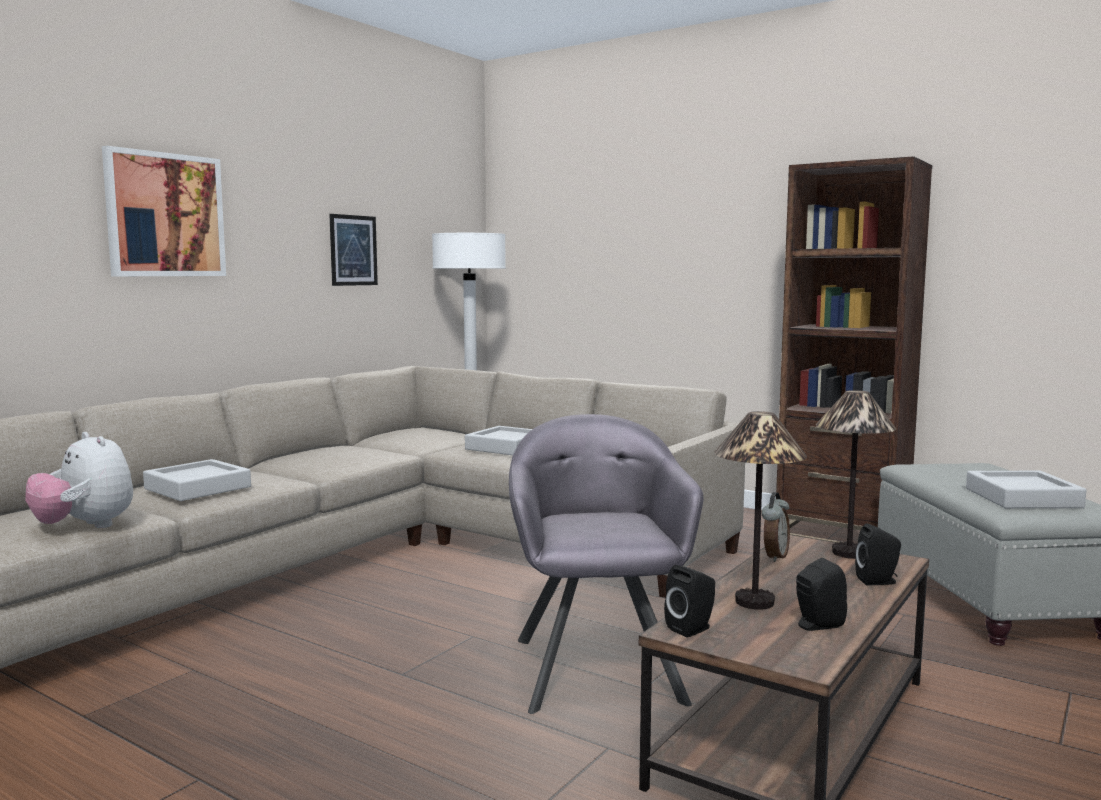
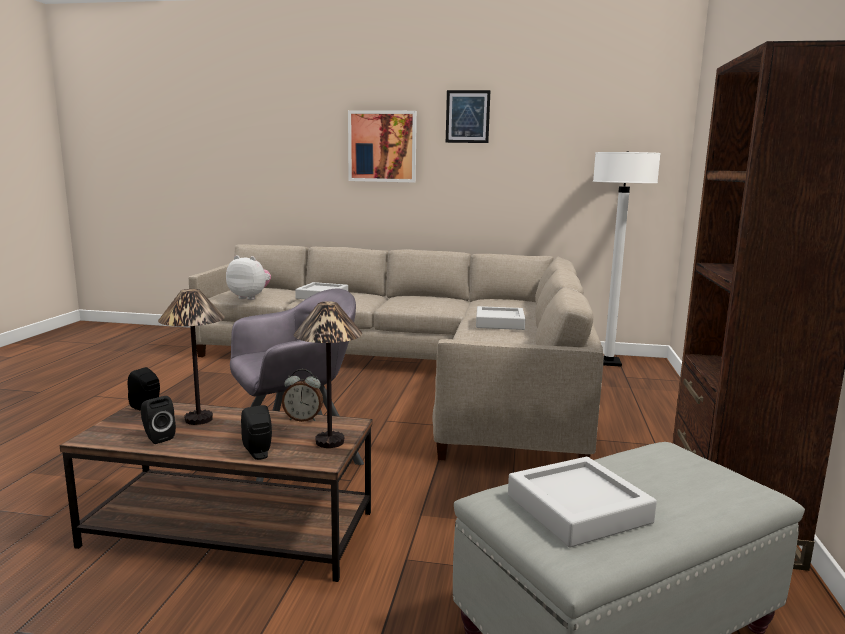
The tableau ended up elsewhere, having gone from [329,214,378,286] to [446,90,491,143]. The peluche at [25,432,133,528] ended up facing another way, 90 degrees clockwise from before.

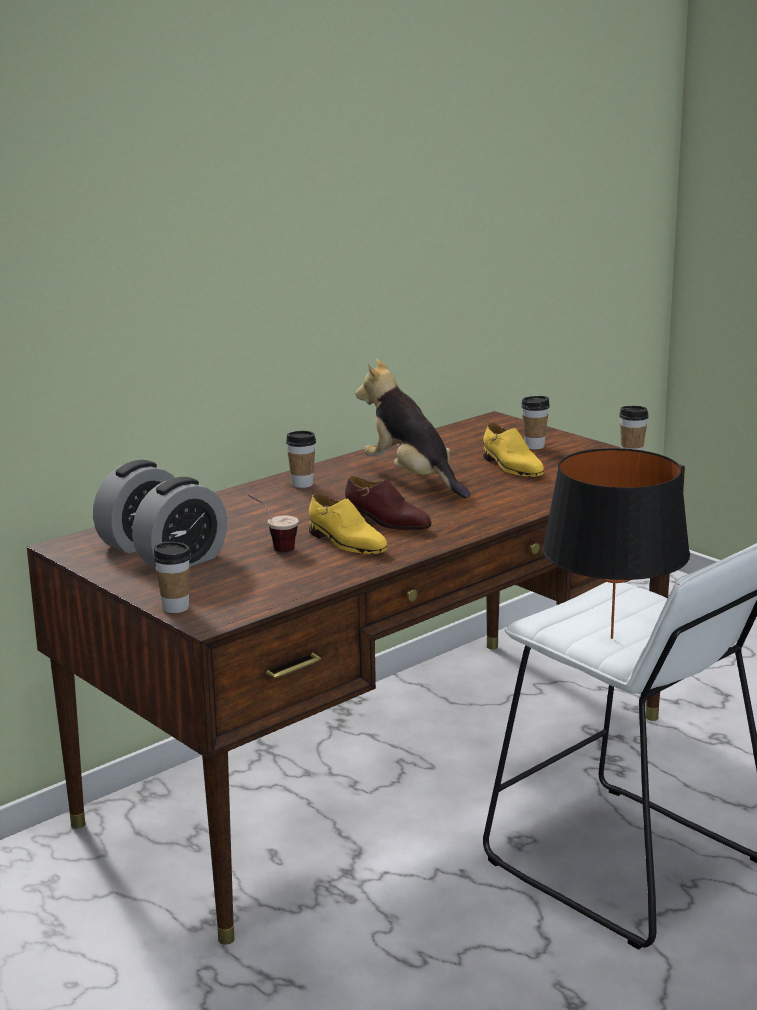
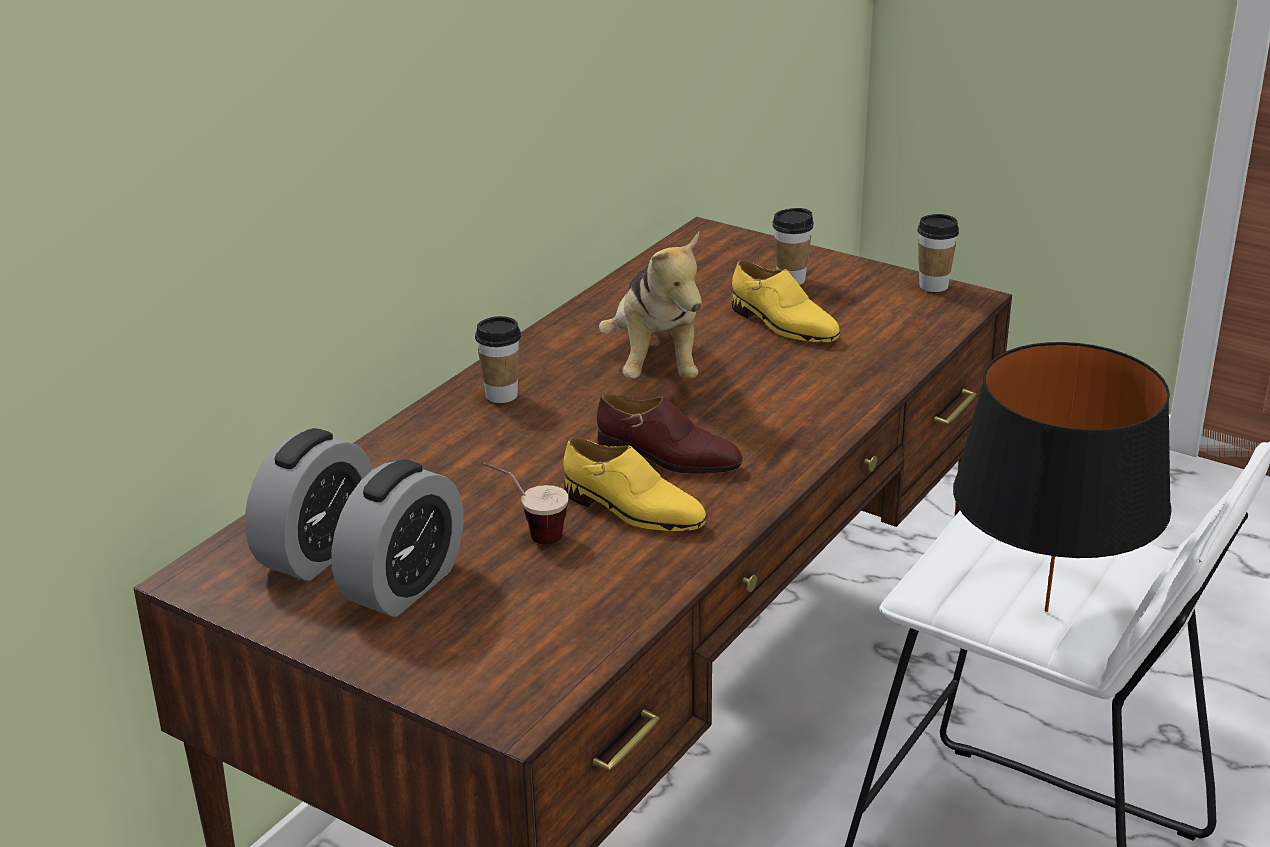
The second view lost the tasse at [153,542,191,613]. The peluche at [355,359,470,498] ended up facing another way, 135 degrees counterclockwise from before.

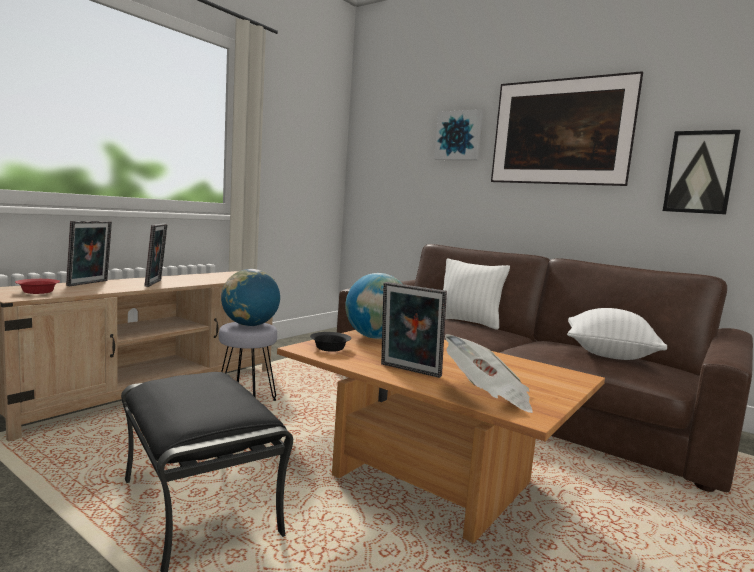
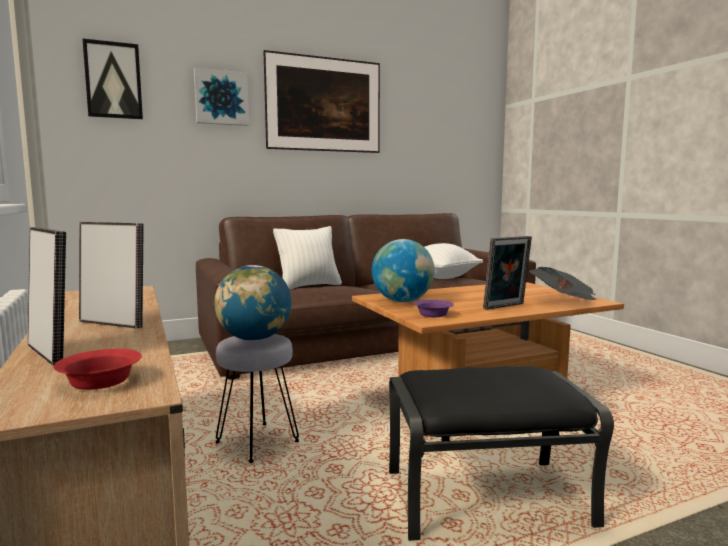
The tableau ended up elsewhere, having gone from [663,130,741,215] to [82,38,143,119]. What was the bol/noir at [310,332,351,352] turned into the bol/violet at [413,300,454,317].

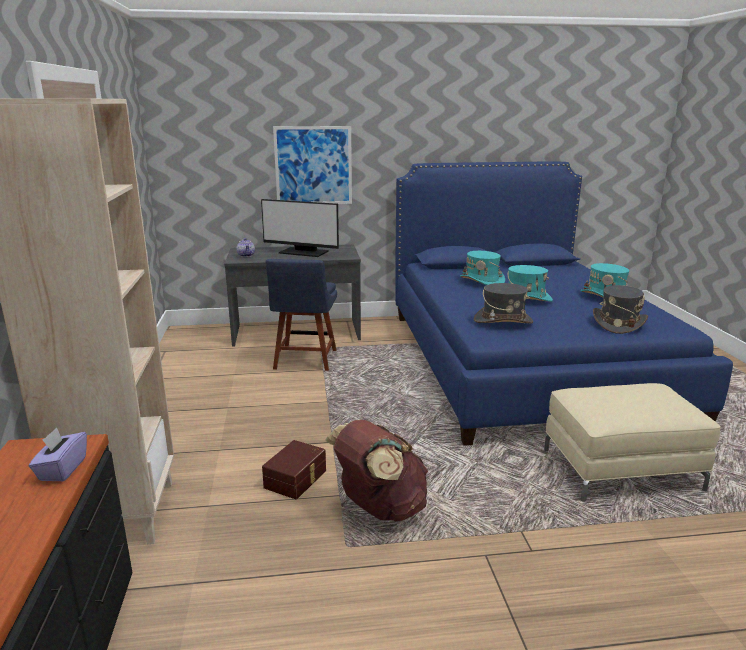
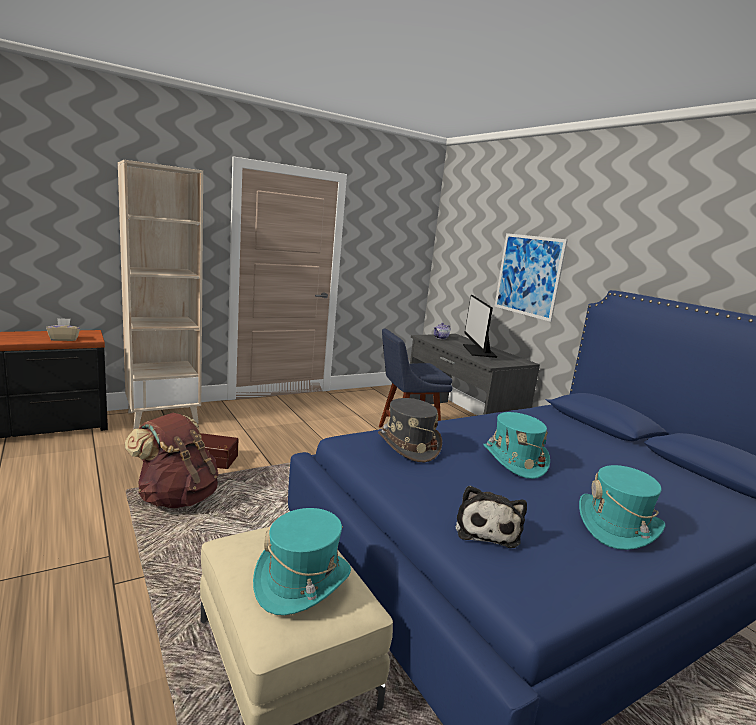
The chapeau/turquoise ended up elsewhere, having gone from [460,251,505,285] to [253,508,351,615]. Where the chapeau/gris stood at [593,285,648,334], the peluche came to stand at [456,486,527,548]. What was the boîte à mouchoirs/violet at [29,427,87,481] turned into the boîte à mouchoirs/beige at [46,318,80,341].

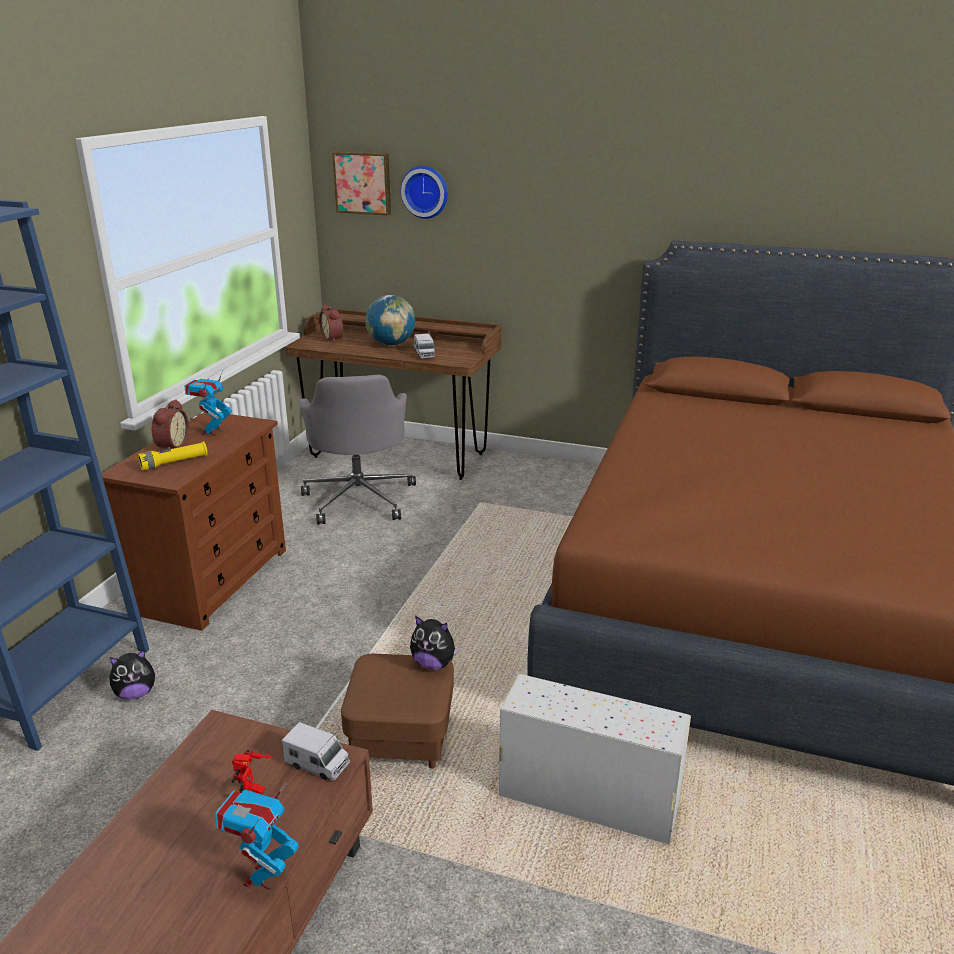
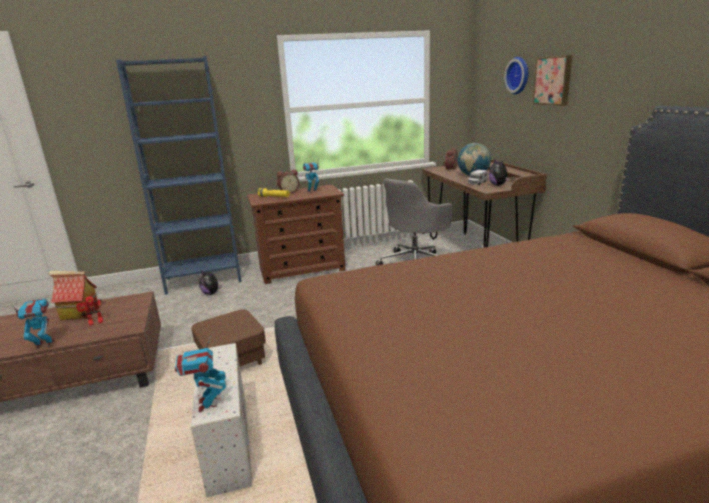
The second view lost the camion jouet at [282,722,350,781]. The second view gained the maison miniature at [49,271,99,320]. The second view gained the robot jouet at [175,335,226,412]. The tableau ended up elsewhere, having gone from [332,151,391,216] to [532,55,572,106]. The peluche ended up elsewhere, having gone from [410,616,462,670] to [489,159,510,186].

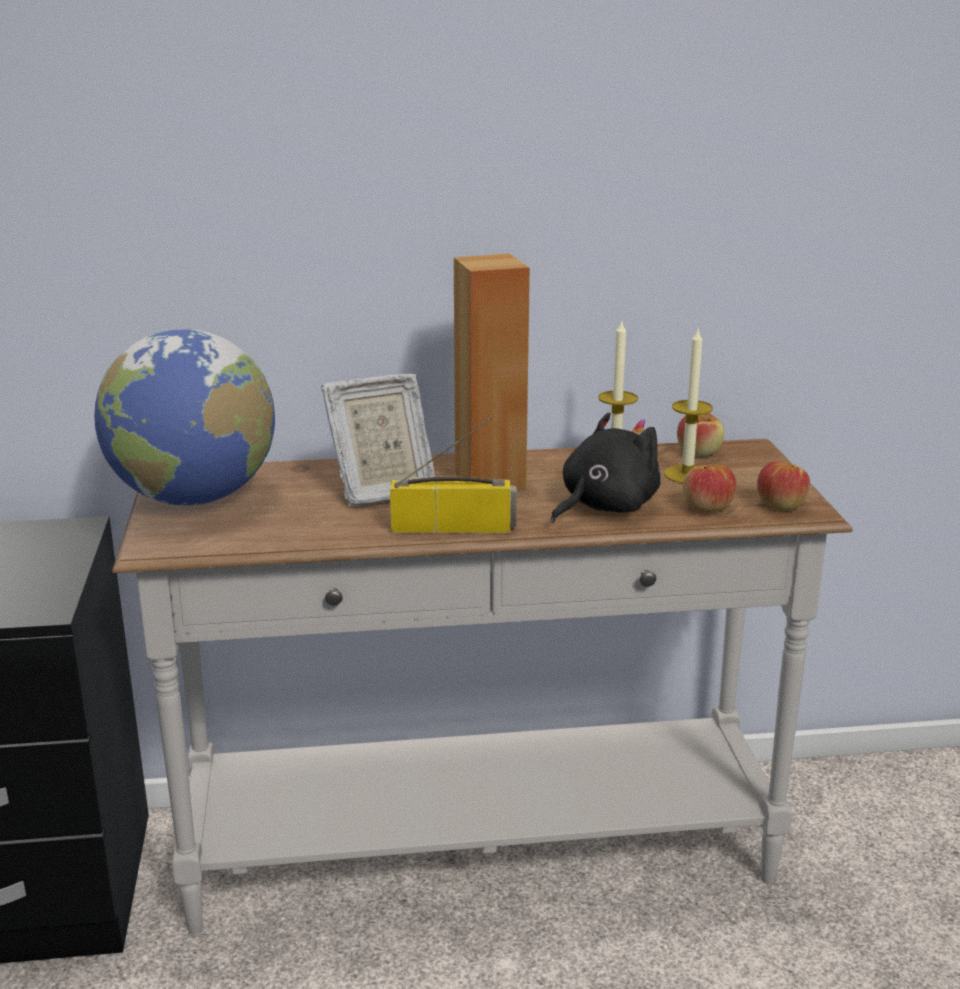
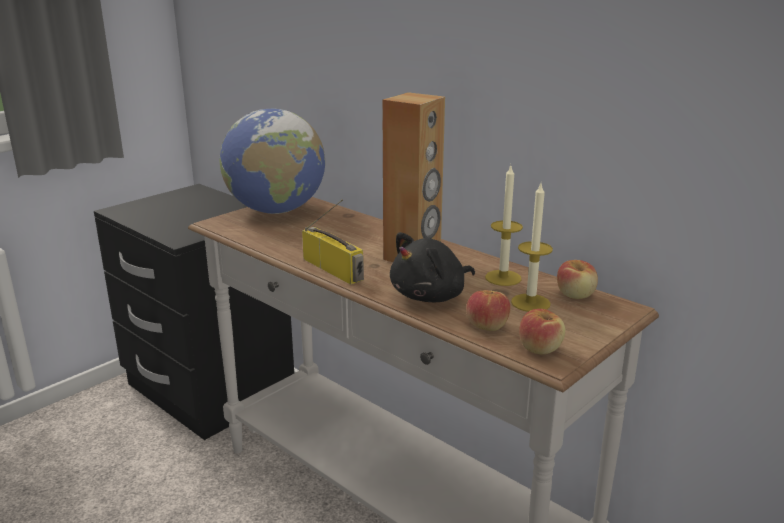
The second view lost the cadre photo at [321,374,435,507]. The peluche/noir at [551,413,660,523] ended up facing another way, 135 degrees clockwise from before.

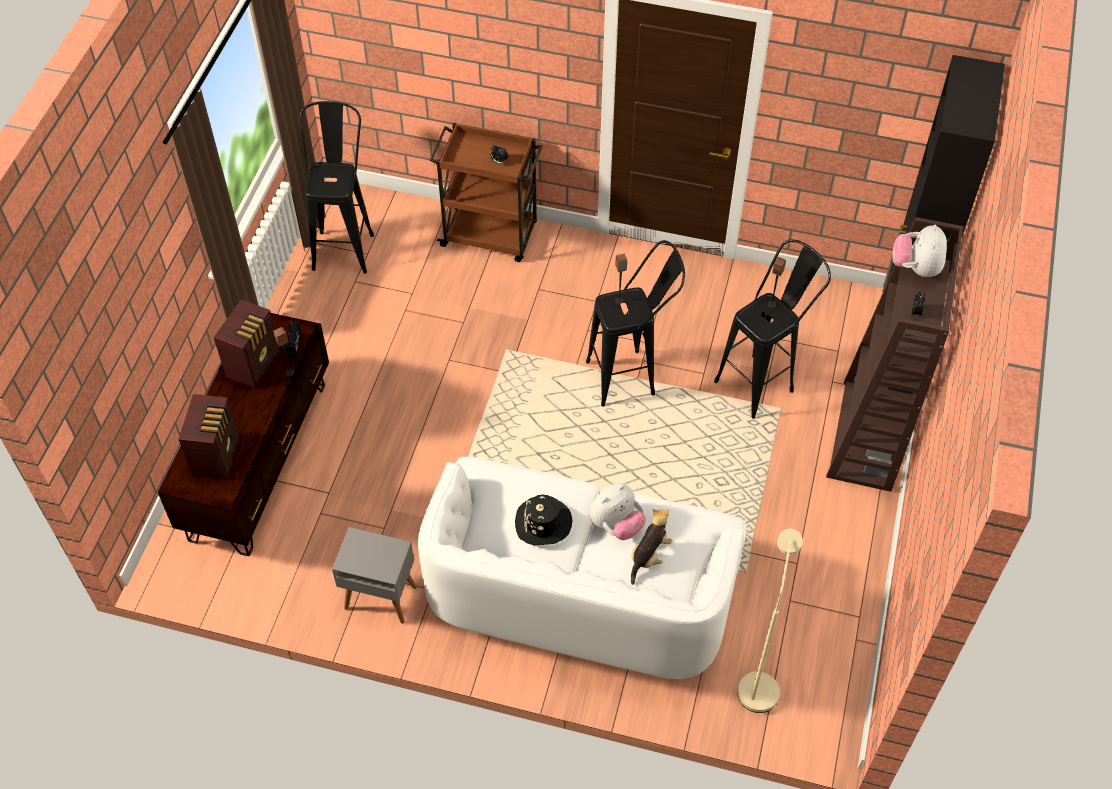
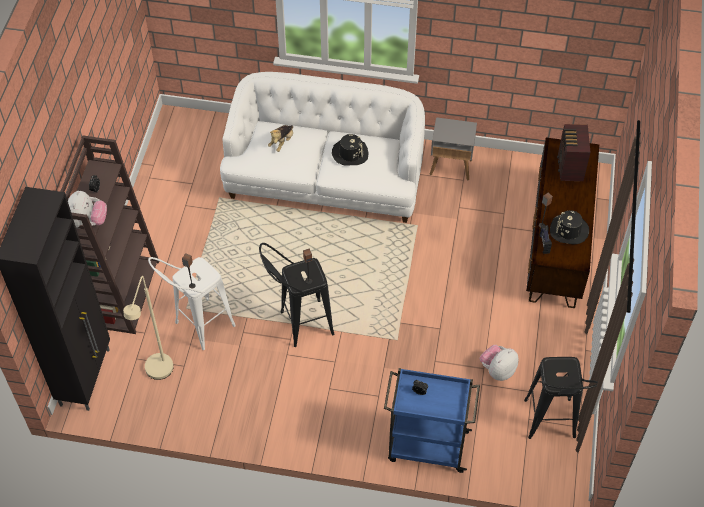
The peluche ended up elsewhere, having gone from [589,483,646,540] to [480,345,519,381]. The lampadaire/beige ended up elsewhere, having gone from [737,529,803,713] to [123,276,174,380]. Where the radio stood at [214,300,280,387], the chapeau/noir came to stand at [550,210,589,245]. What was the chariot/marron at [430,123,543,262] turned into the chariot/bleu at [384,368,480,473]. What was the tabouret/noir at [714,239,831,419] turned into the tabouret/blanc at [148,257,236,350].

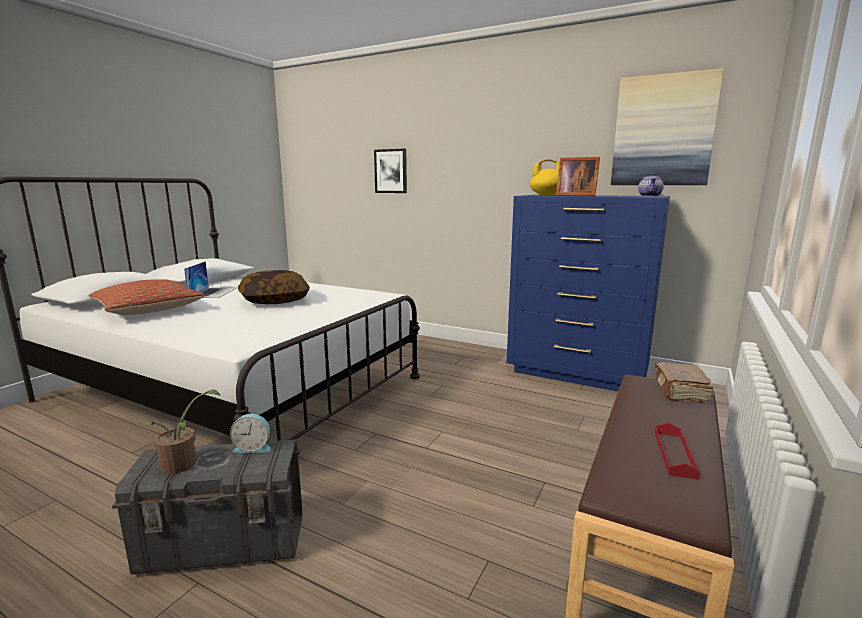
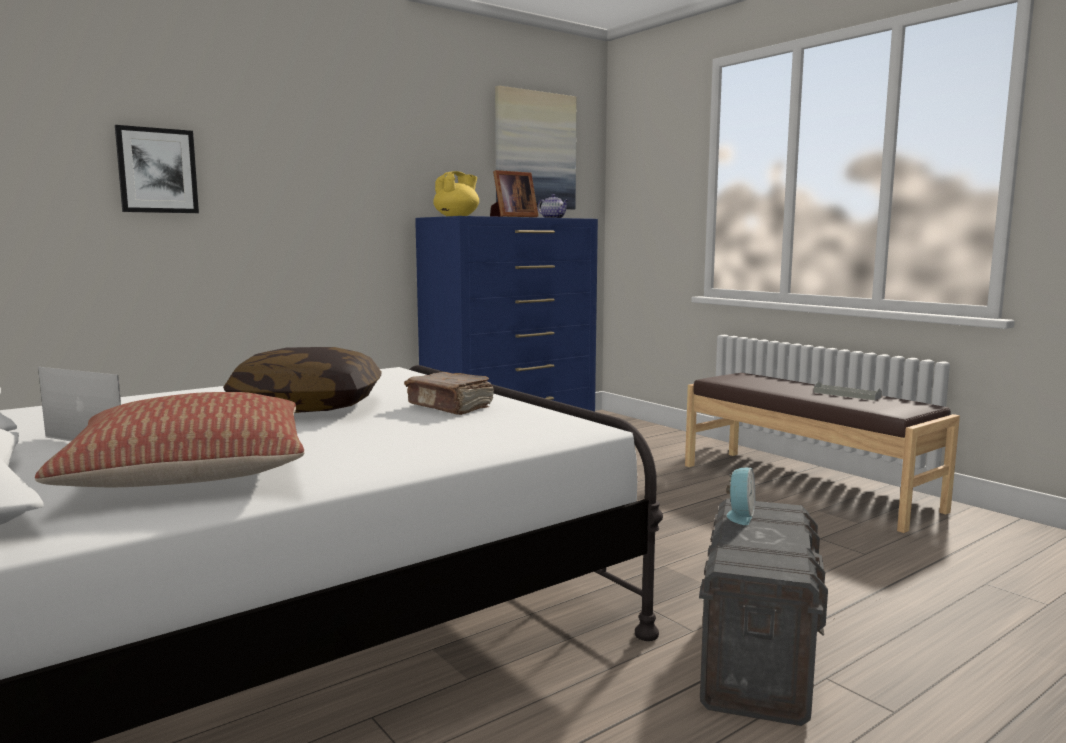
The second view lost the plante en pot at [141,390,220,474]. The livre/marron ended up elsewhere, having gone from [655,362,714,403] to [404,372,494,415]. What was the plateau/rouge at [655,423,700,480] turned into the plateau/gris at [814,381,882,400].

